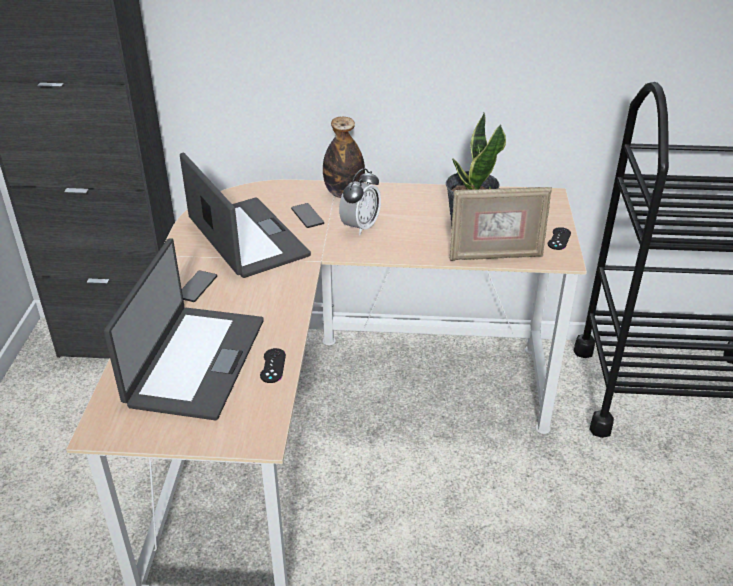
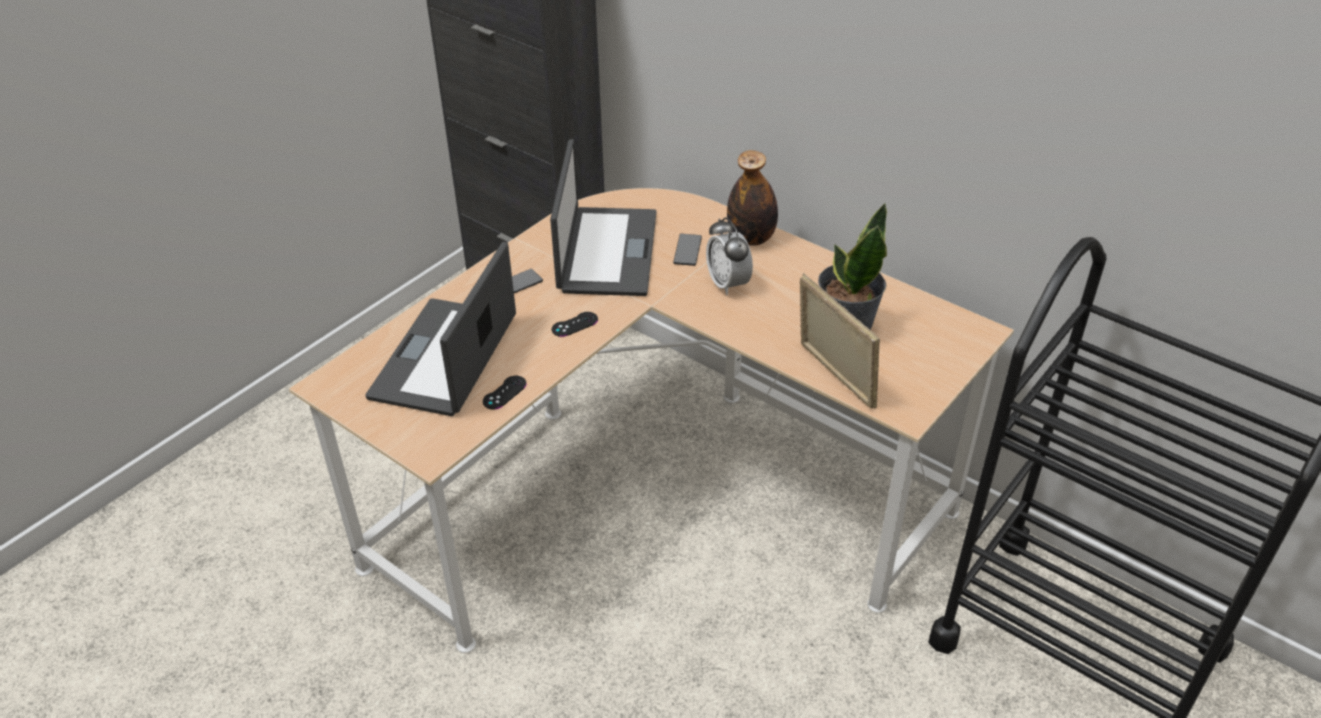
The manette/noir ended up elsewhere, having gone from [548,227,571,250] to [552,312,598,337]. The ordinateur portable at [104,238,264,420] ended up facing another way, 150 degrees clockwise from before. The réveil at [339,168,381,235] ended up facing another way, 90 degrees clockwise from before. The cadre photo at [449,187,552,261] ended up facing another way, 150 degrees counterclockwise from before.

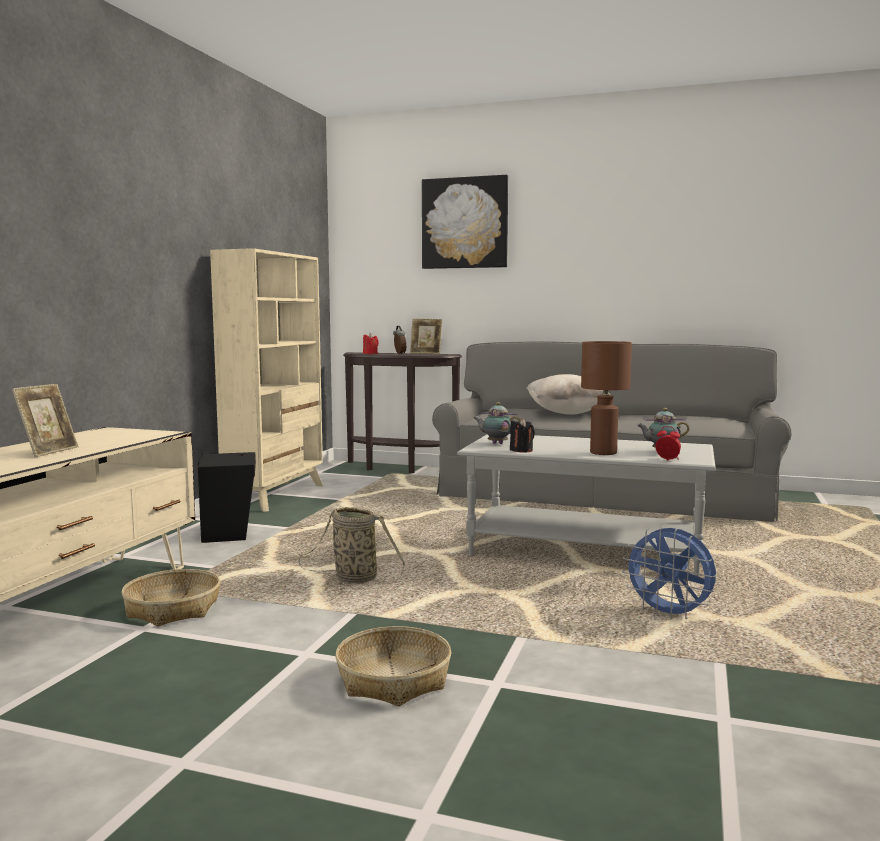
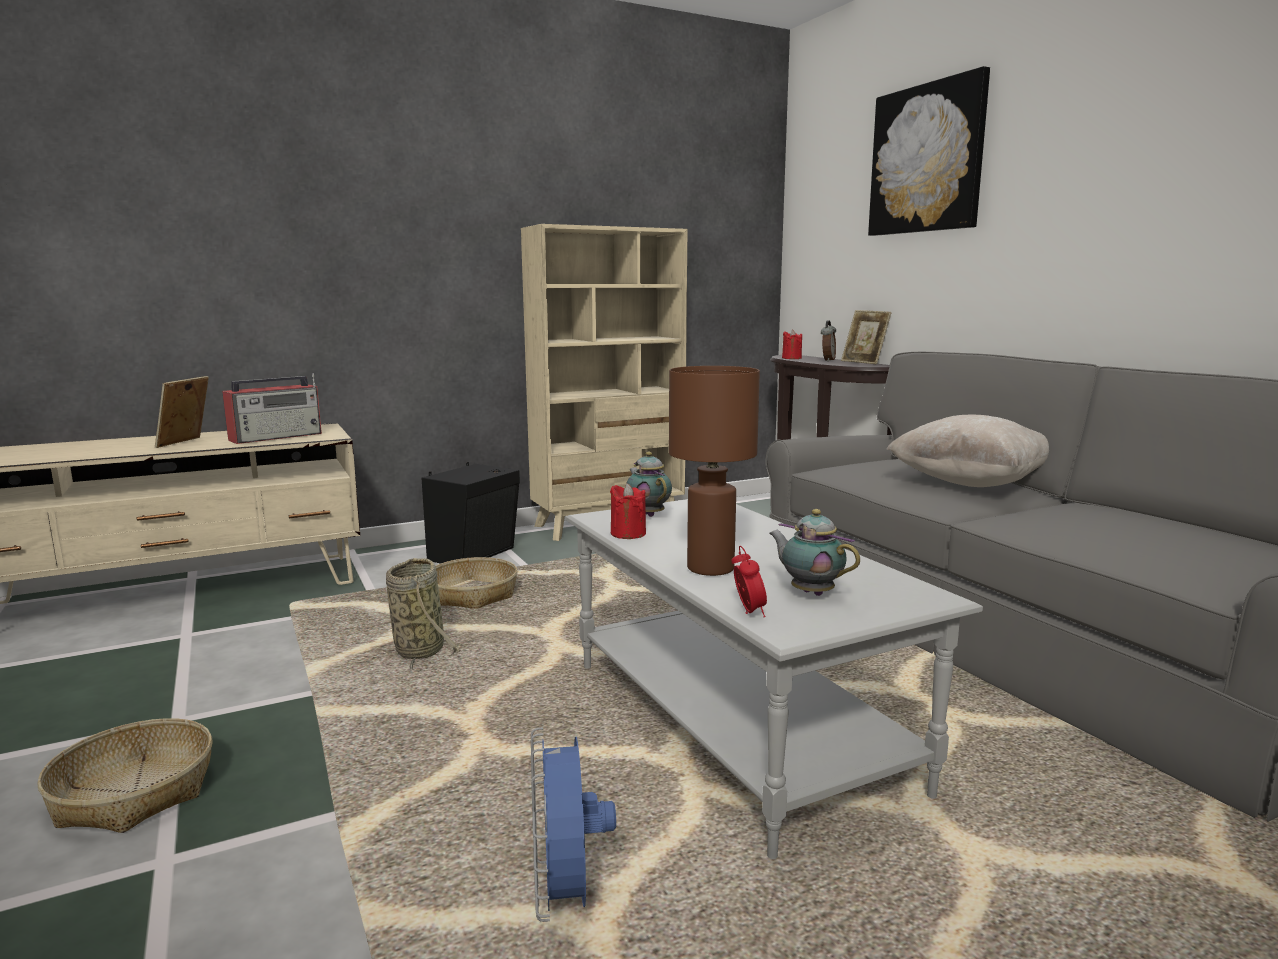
The second view gained the radio at [222,373,322,444]. The panier ended up elsewhere, having gone from [121,569,220,626] to [436,557,518,609]. What was the bougie/noir at [510,418,535,453] turned into the bougie/rouge at [610,483,646,539]. The cadre photo at [11,384,79,458] ended up facing another way, 135 degrees clockwise from before.

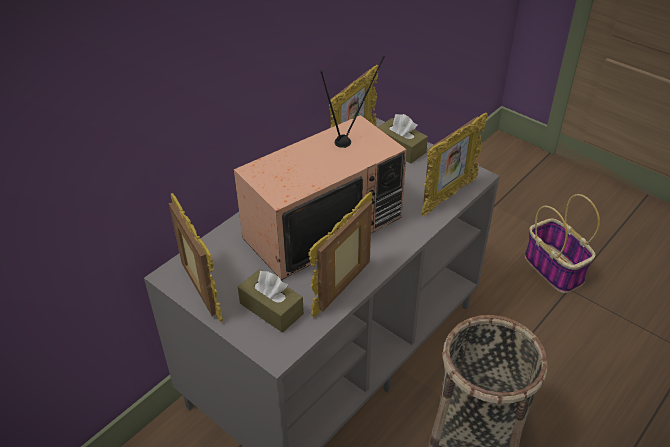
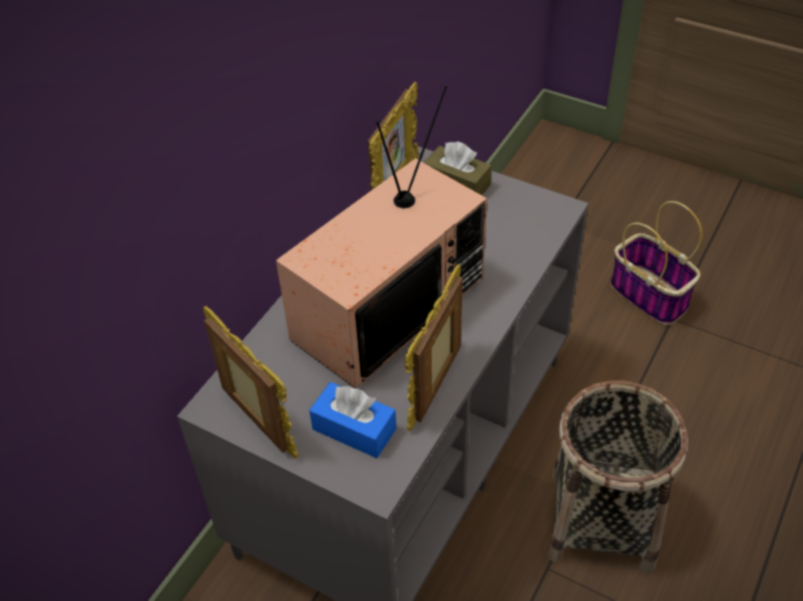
The second view lost the cadre photo at [421,112,488,216]. What was the boîte à mouchoirs/marron at [238,269,304,333] turned into the boîte à mouchoirs/bleu at [309,382,396,458].

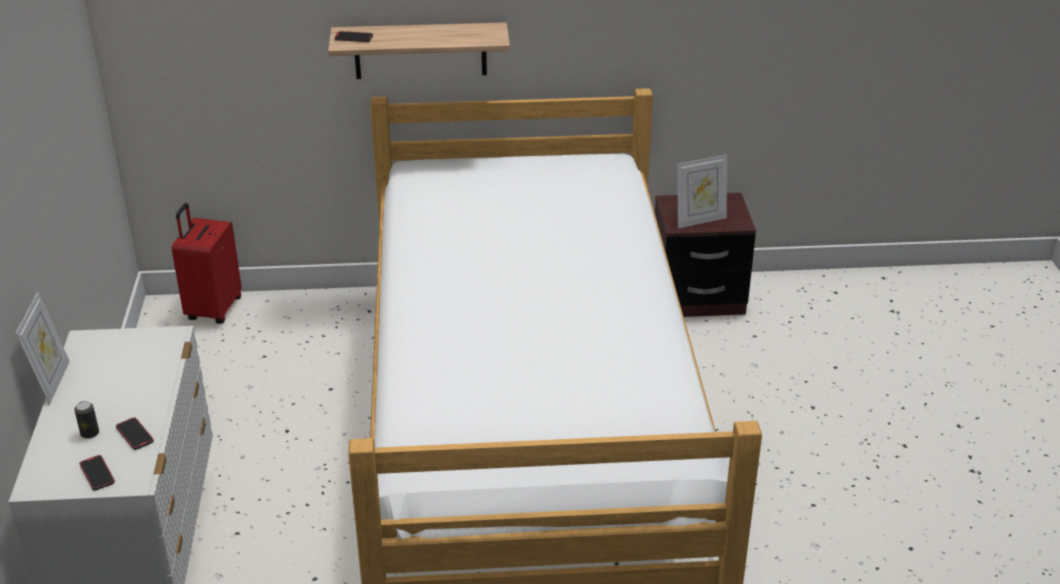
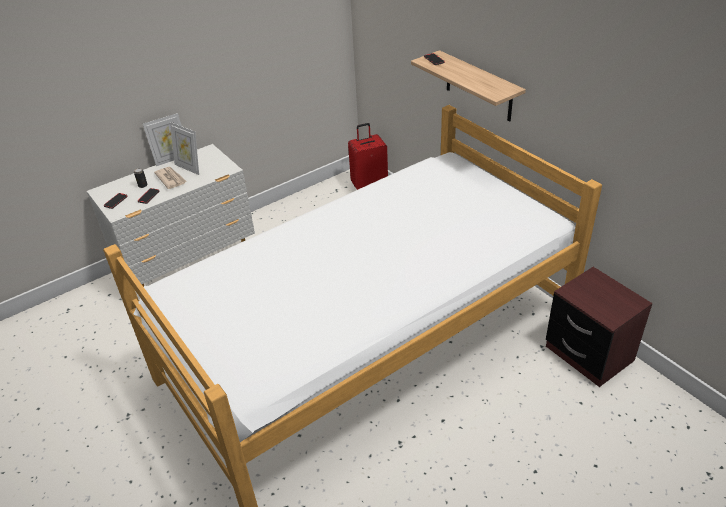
The second view gained the journal at [154,167,187,189]. The cadre photo ended up elsewhere, having gone from [677,154,727,228] to [170,122,199,175].

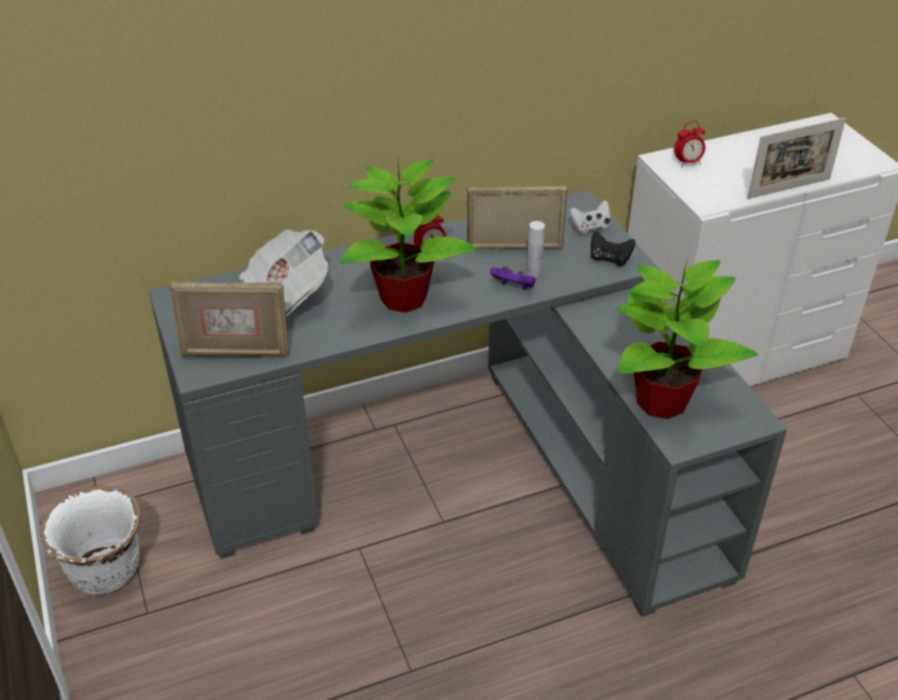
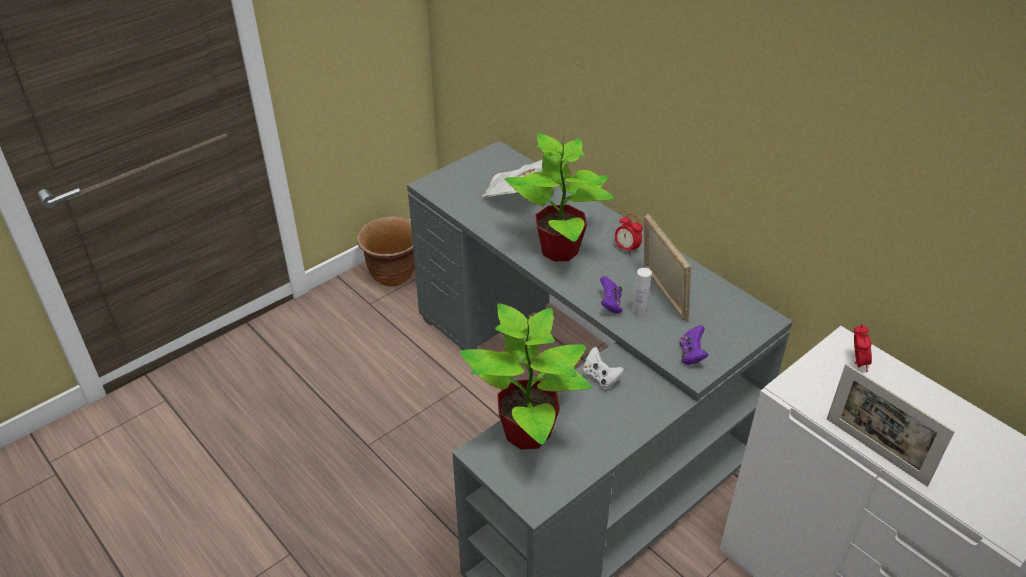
The second view lost the cadre photo at [170,281,289,357]. The manette/blanc ended up elsewhere, having gone from [569,200,610,234] to [583,347,625,389]. What was the cache-pot/blanc at [40,486,141,595] turned into the cache-pot/marron at [357,216,415,287]. What was the manette/noir at [591,230,635,266] turned into the manette/violet at [680,325,708,365]. The réveil at [674,121,705,168] ended up facing another way, 135 degrees counterclockwise from before.

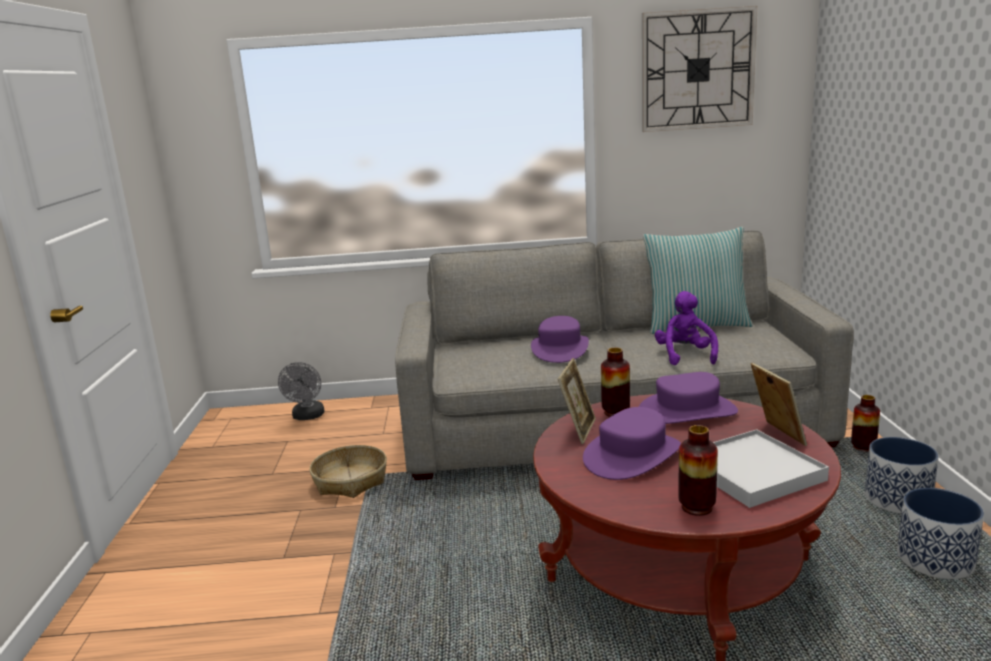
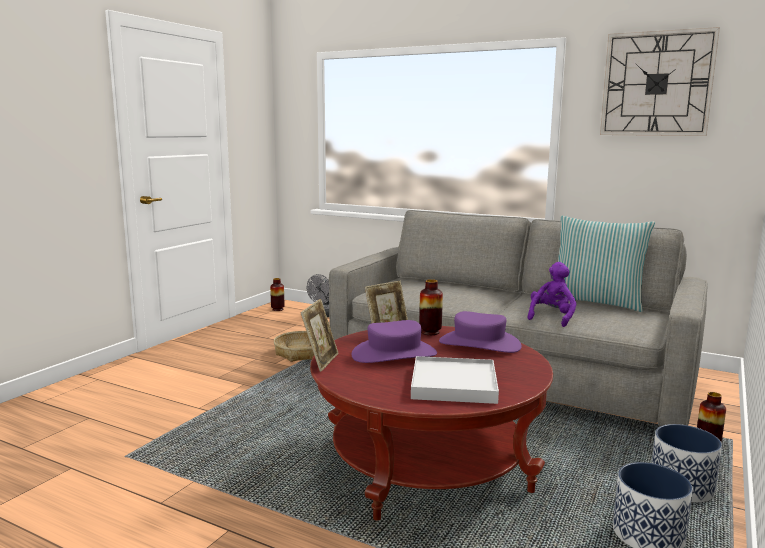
The second view lost the chapeau/violet at [531,316,589,363]. The vase ended up elsewhere, having gone from [678,425,718,516] to [270,278,284,311]. The cadre photo ended up elsewhere, having gone from [751,363,807,446] to [301,299,339,372].

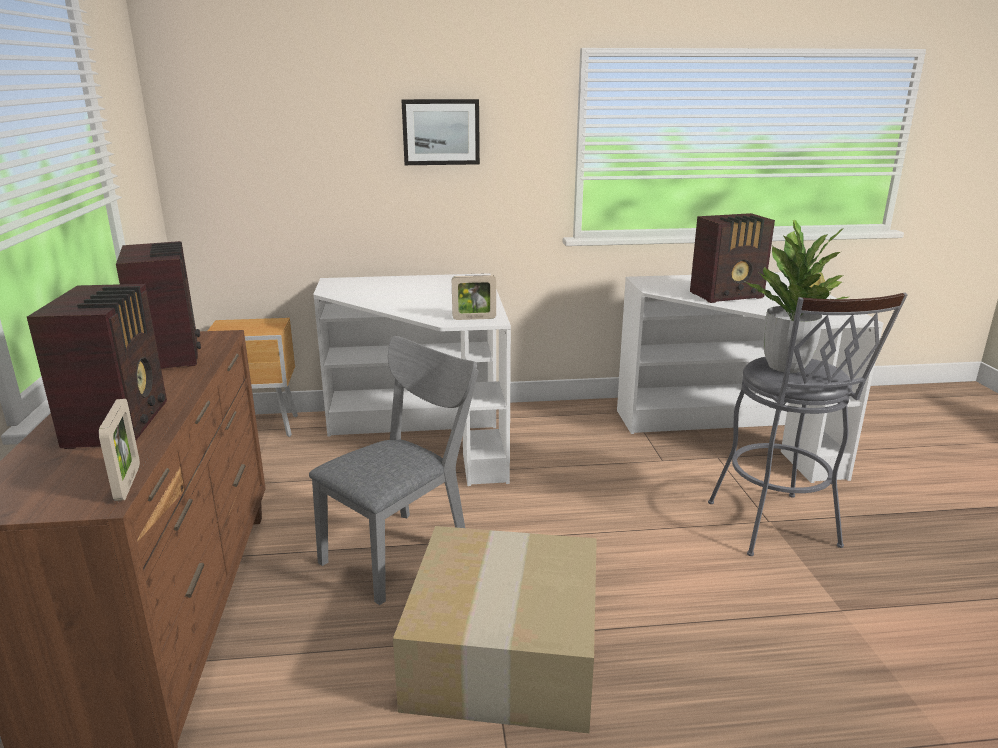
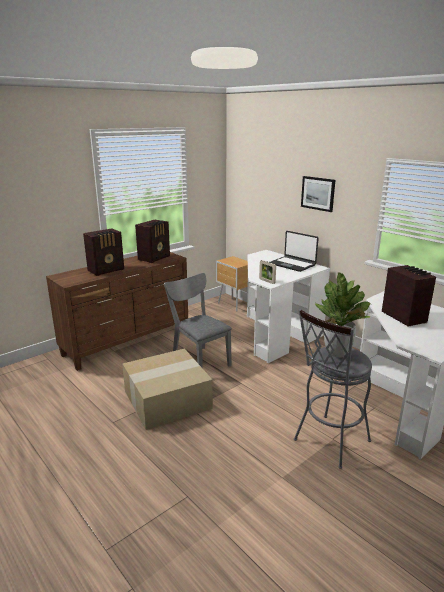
The second view lost the cadre photo at [99,399,140,501]. The second view gained the ordinateur portable at [270,231,319,272]. The chaise/gris at [309,336,479,605] ended up facing another way, 135 degrees counterclockwise from before. The radio at [690,213,775,303] ended up facing another way, 150 degrees counterclockwise from before.

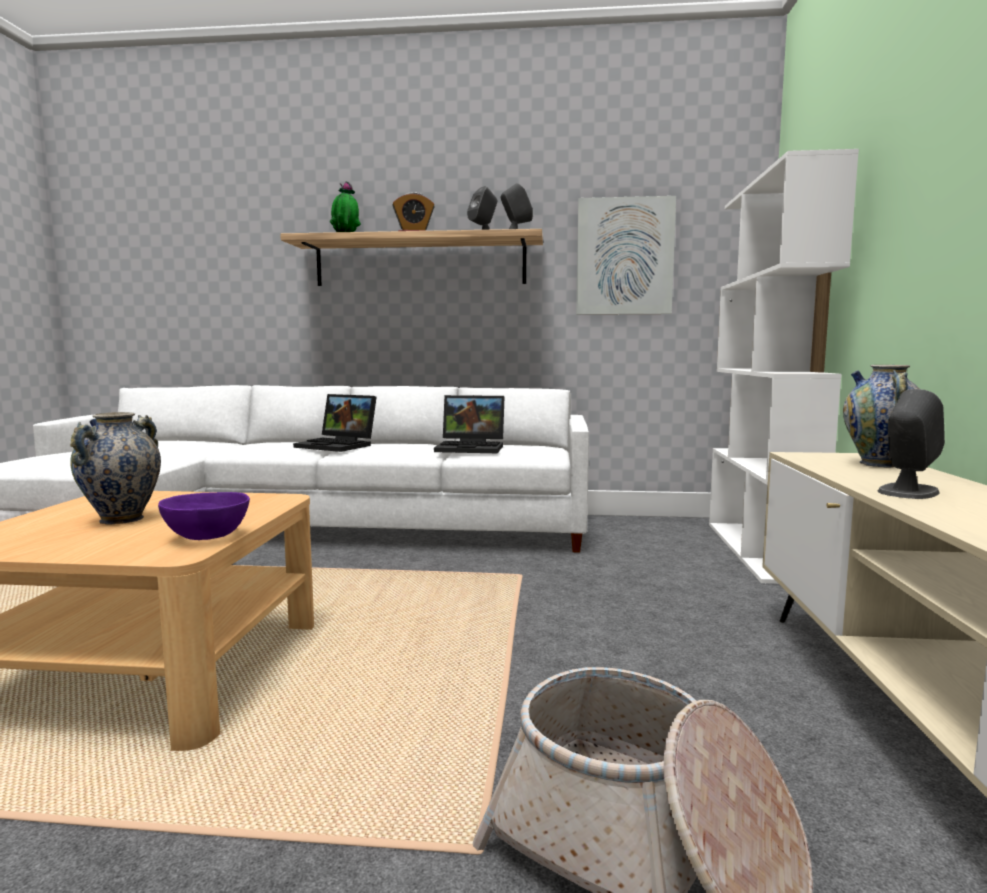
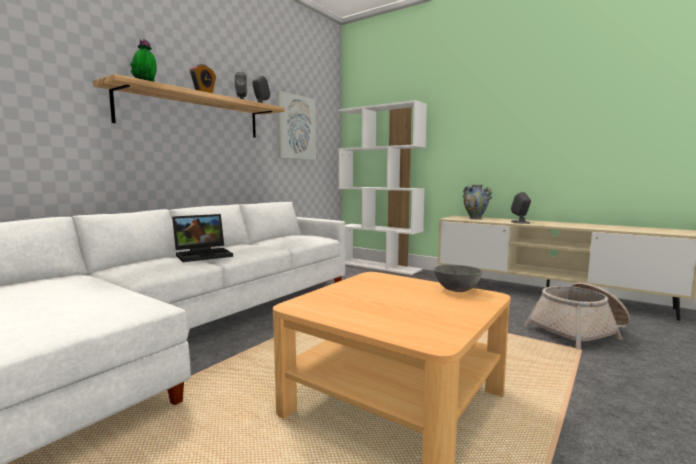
The second view lost the vase at [70,412,161,525]. The second view lost the ordinateur portable at [434,395,504,453]. What was the bol/violet at [158,492,250,540] turned into the bol/gris at [434,264,482,292].

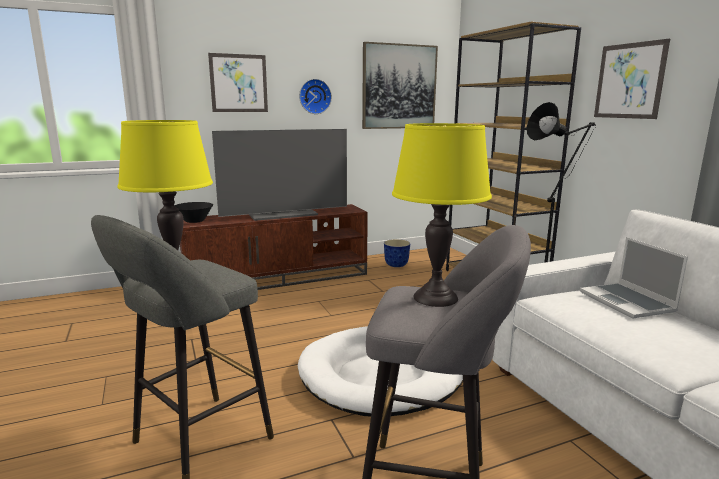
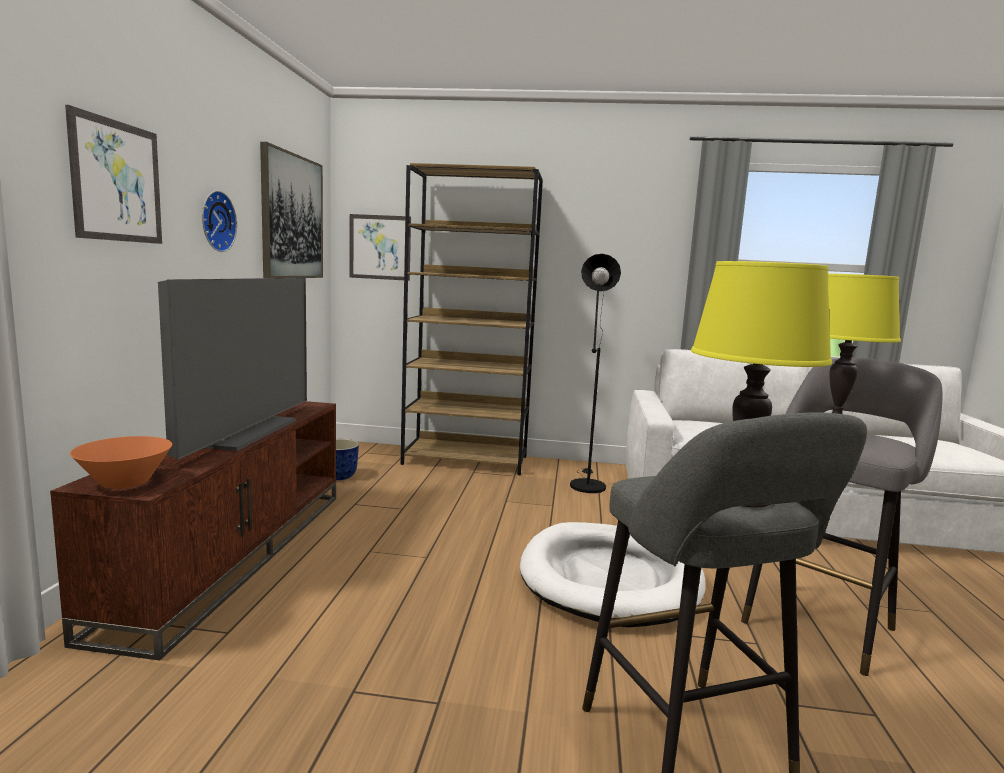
The second view lost the ordinateur portable at [580,237,688,319]. The tableau ended up elsewhere, having gone from [594,39,670,119] to [349,214,411,281]. What was the bol/noir at [174,202,213,223] turned into the bol/orange at [70,436,172,489].

